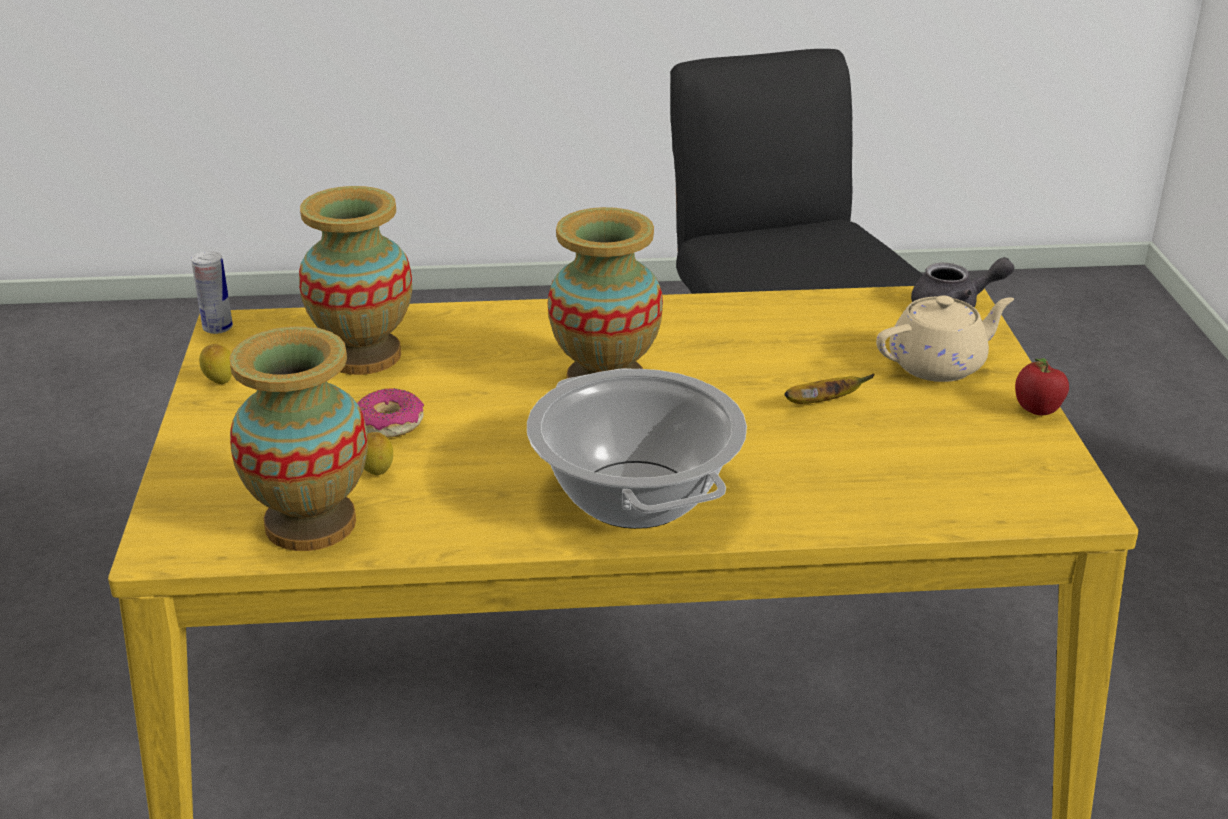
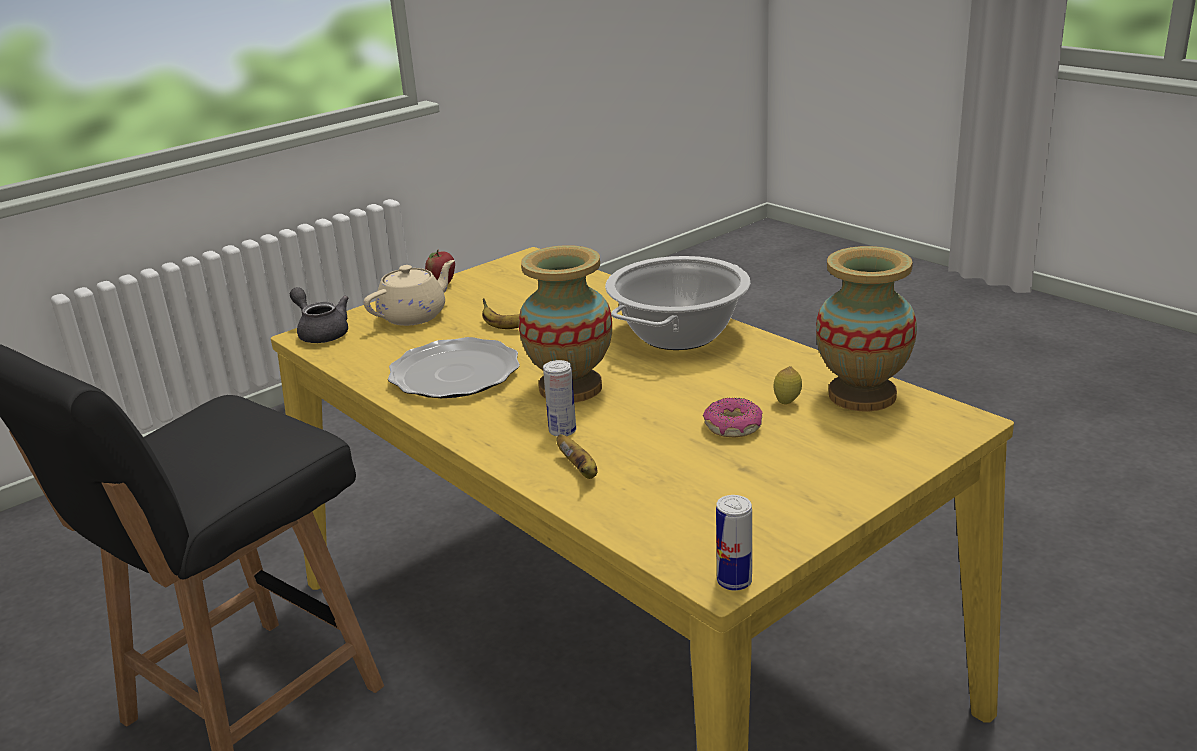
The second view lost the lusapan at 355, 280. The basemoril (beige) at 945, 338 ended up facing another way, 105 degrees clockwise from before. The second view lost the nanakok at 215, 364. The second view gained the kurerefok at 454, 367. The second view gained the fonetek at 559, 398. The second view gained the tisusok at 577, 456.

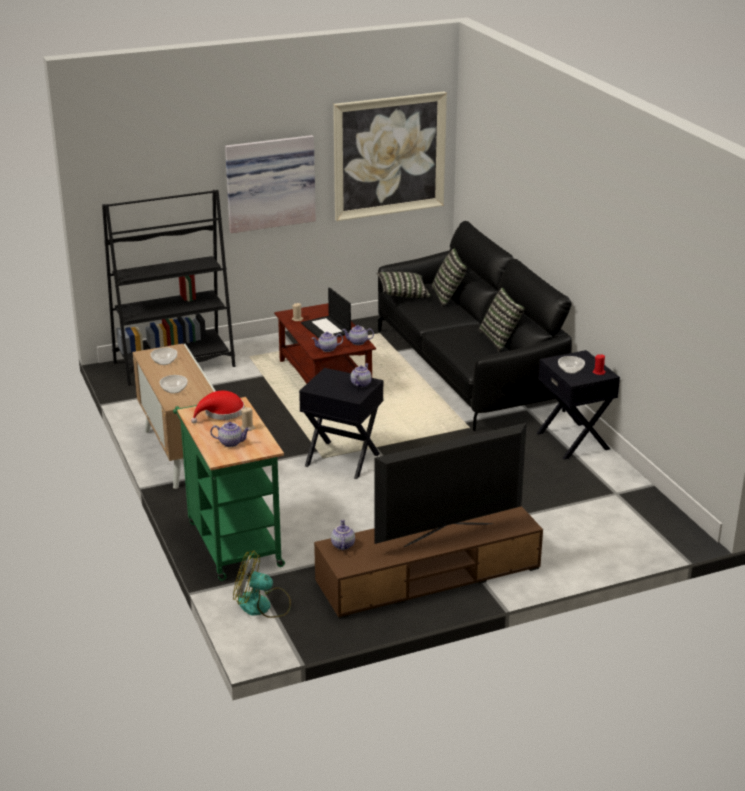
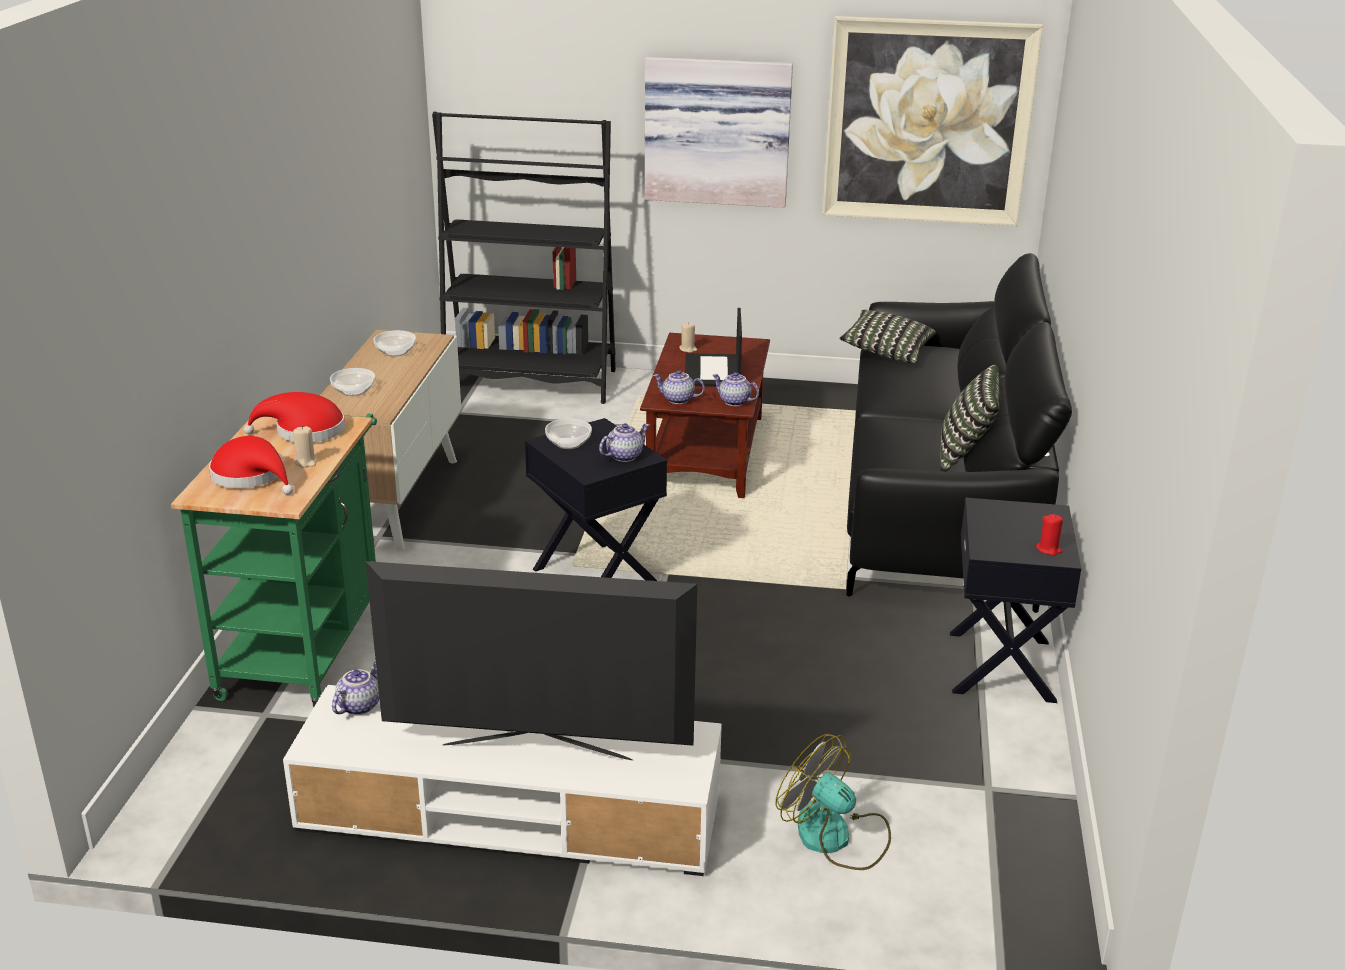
The second view lost the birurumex at 449, 278. The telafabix ended up elsewhere, having gone from 571, 365 to 568, 433. Where the basemoril stood at 230, 434, the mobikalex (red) came to stand at 251, 465. What was the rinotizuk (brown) at 428, 562 turned into the rinotizuk (white) at 502, 780. The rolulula ended up elsewhere, having gone from 262, 584 to 833, 802.

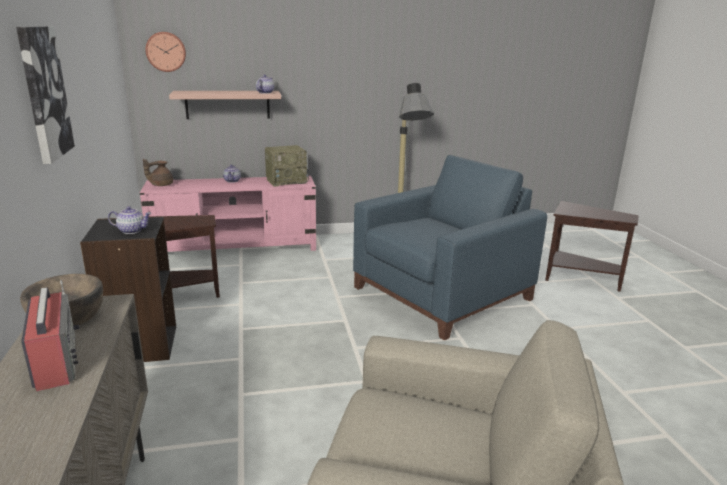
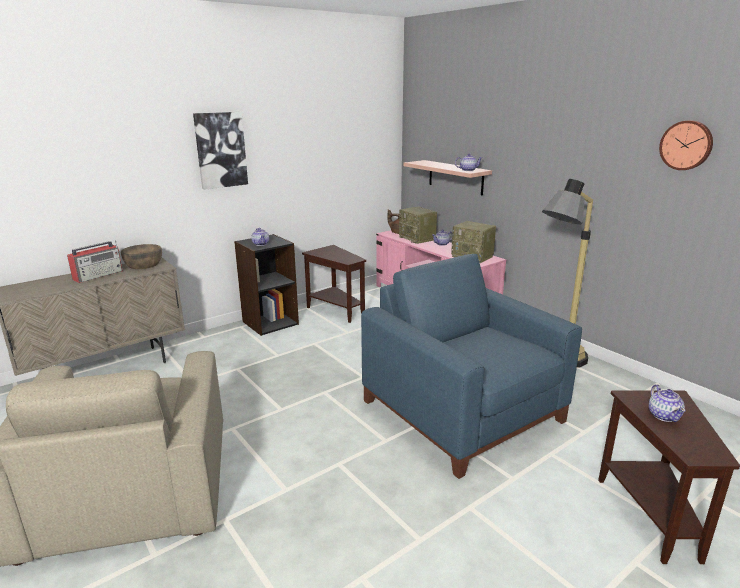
The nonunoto ended up elsewhere, having gone from 165, 52 to 686, 145. The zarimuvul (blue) at 450, 247 ended up facing another way, 150 degrees counterclockwise from before. The second view gained the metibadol at 418, 225. The second view gained the basemoril at 667, 403.

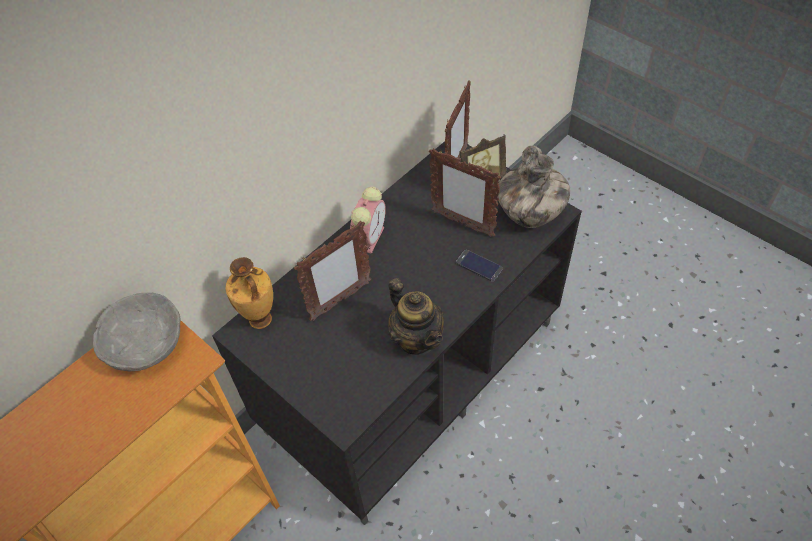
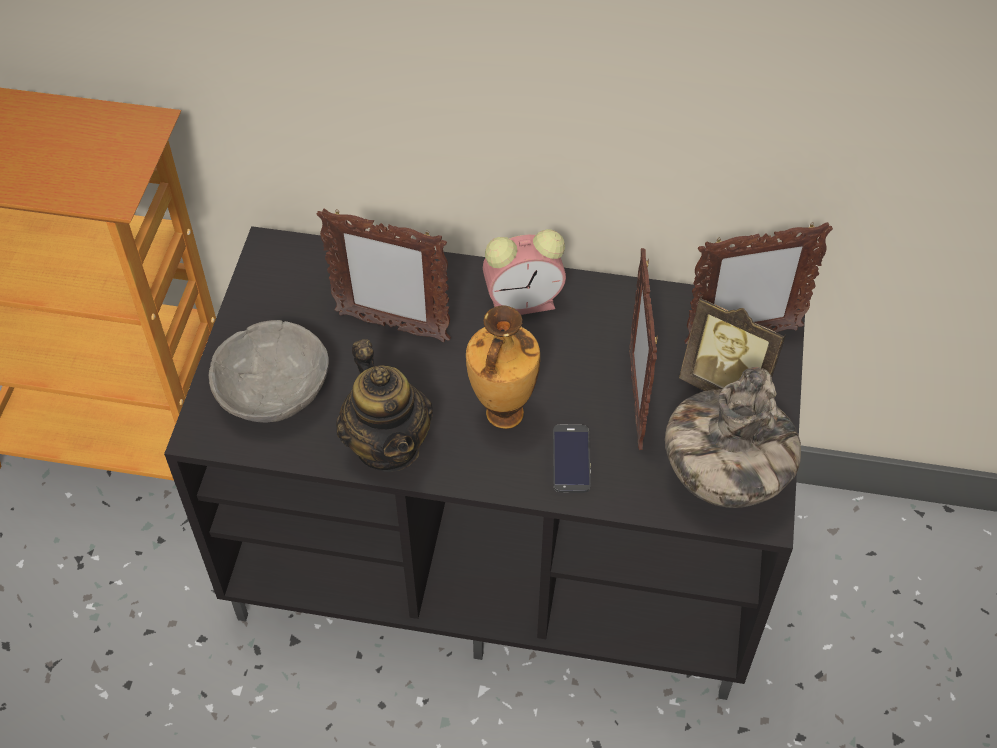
The lusapan ended up elsewhere, having gone from 249, 293 to 503, 367. The basemoril at 416, 316 ended up facing another way, 45 degrees counterclockwise from before. The telafabix (grey) ended up elsewhere, having gone from 137, 332 to 269, 371.

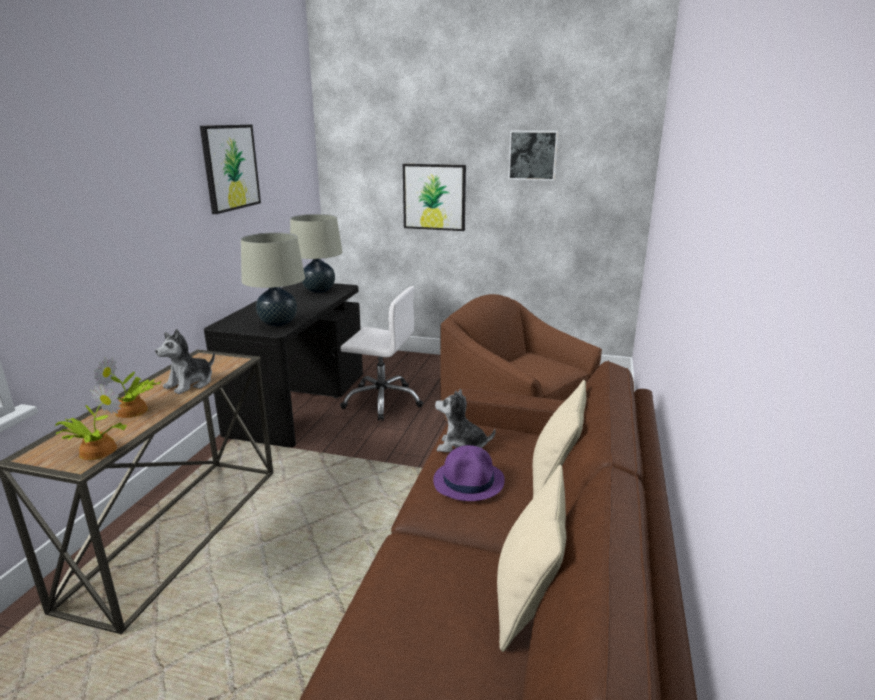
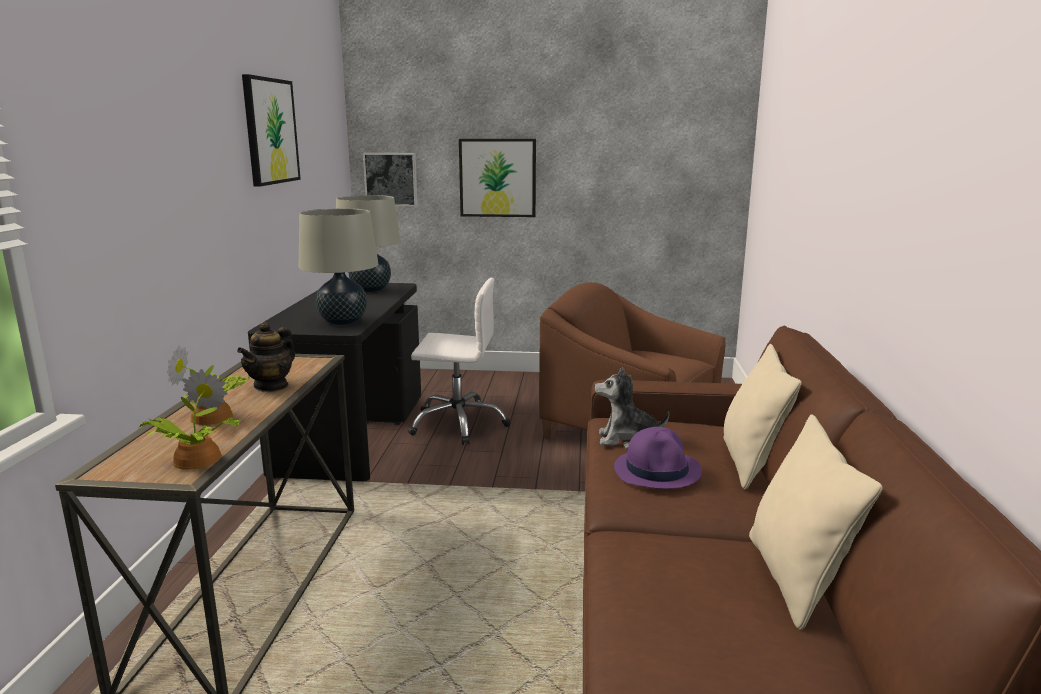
The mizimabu ended up elsewhere, having gone from 533, 155 to 390, 179. Where the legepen stood at 185, 361, the basemoril came to stand at 266, 357.

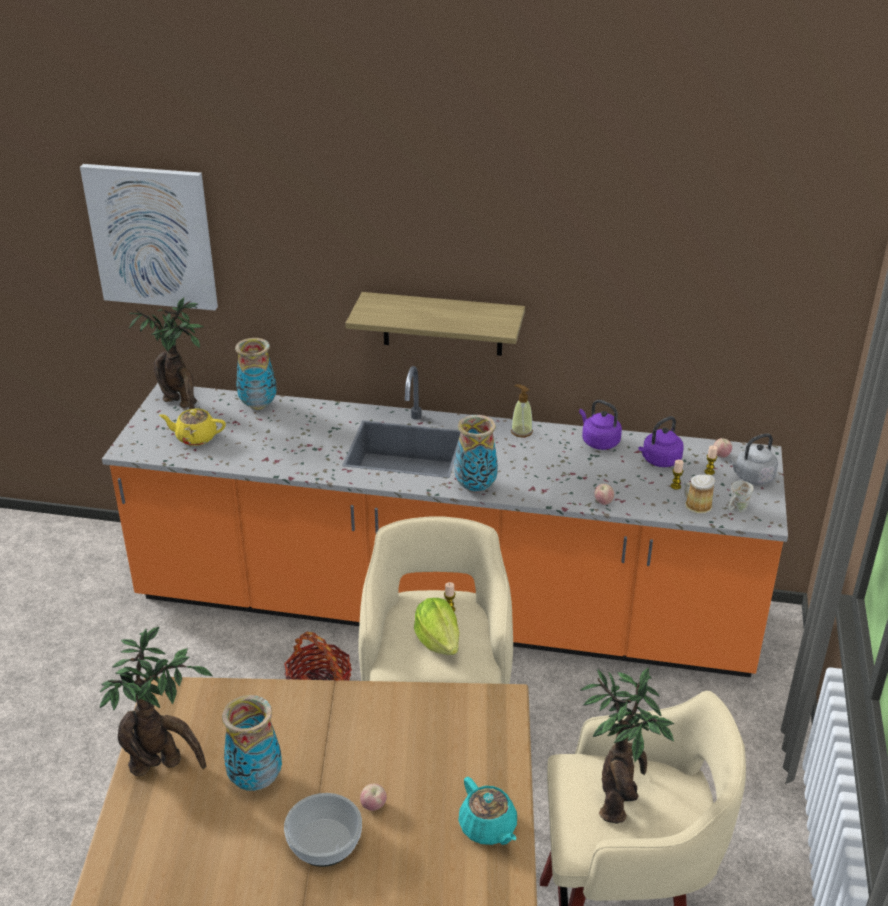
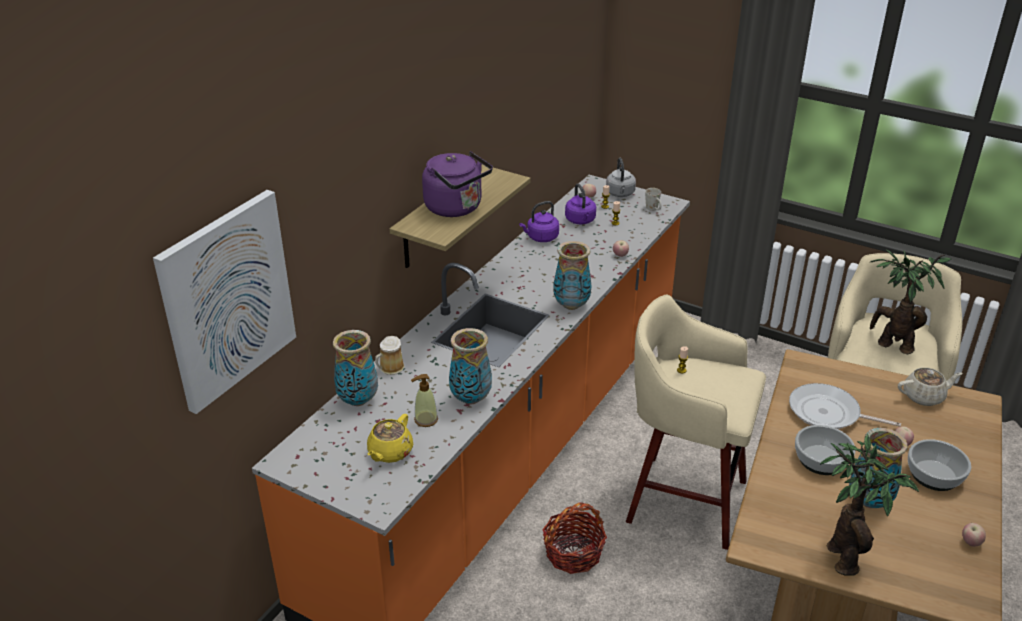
The second view lost the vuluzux at 166, 353. The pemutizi ended up elsewhere, having gone from 522, 410 to 424, 400. The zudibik ended up elsewhere, having gone from 699, 494 to 390, 355. The second view lost the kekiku at 436, 626. What was the basemoril (turquoise) at 487, 811 turned into the basemoril (beige) at 930, 387. The second view gained the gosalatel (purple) at 457, 184. The second view gained the lusapan at 470, 366. The second view gained the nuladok at 845, 406. The second view gained the telafabix at 825, 450. The second view gained the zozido at 974, 535.

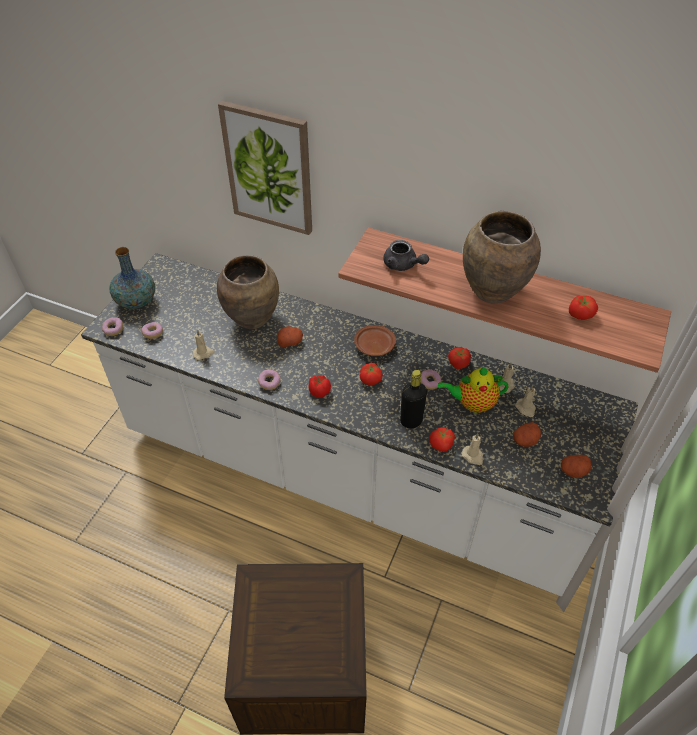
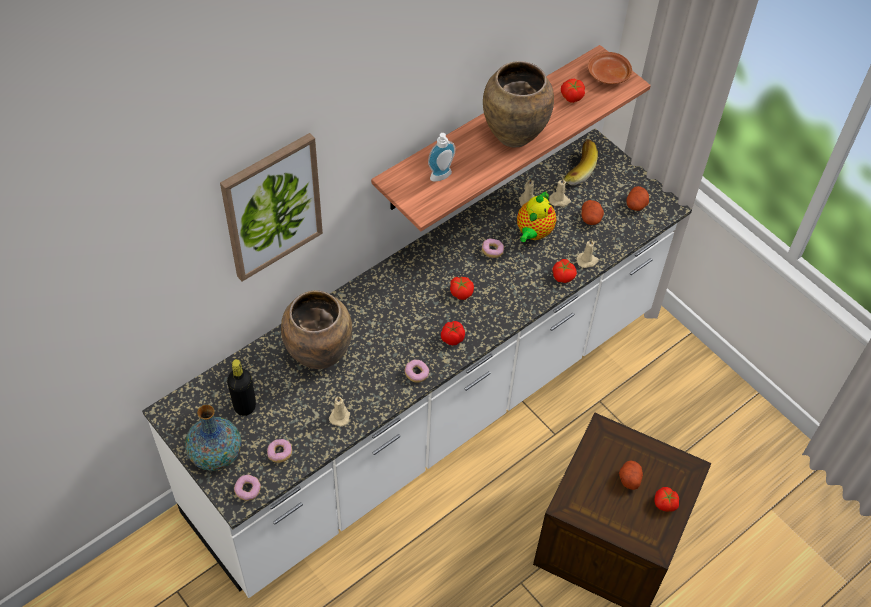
Where the basemoril (grey) stood at 406, 255, the pemutizi came to stand at 441, 157. The kurerefok (brown) ended up elsewhere, having gone from 375, 340 to 610, 68. The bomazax ended up elsewhere, having gone from 290, 336 to 631, 475. The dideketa ended up elsewhere, having gone from 459, 358 to 666, 499. The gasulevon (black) ended up elsewhere, having gone from 413, 399 to 241, 387. The second view gained the tisusok at 580, 162.

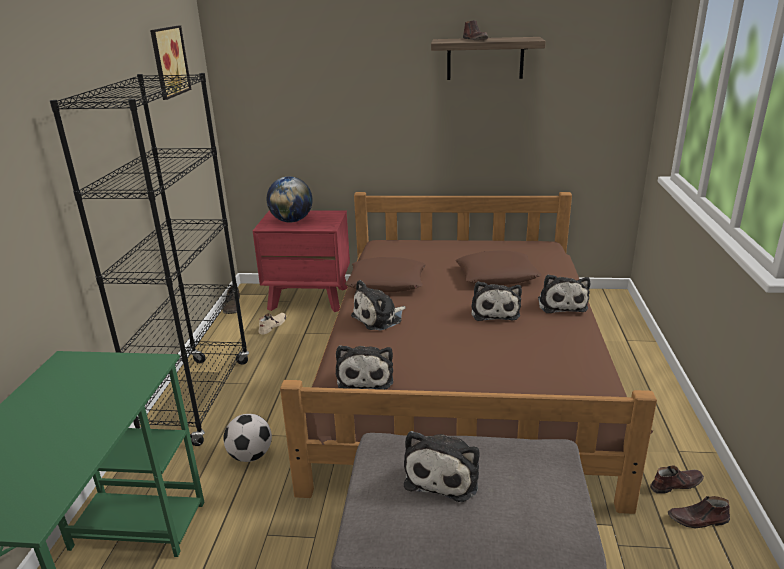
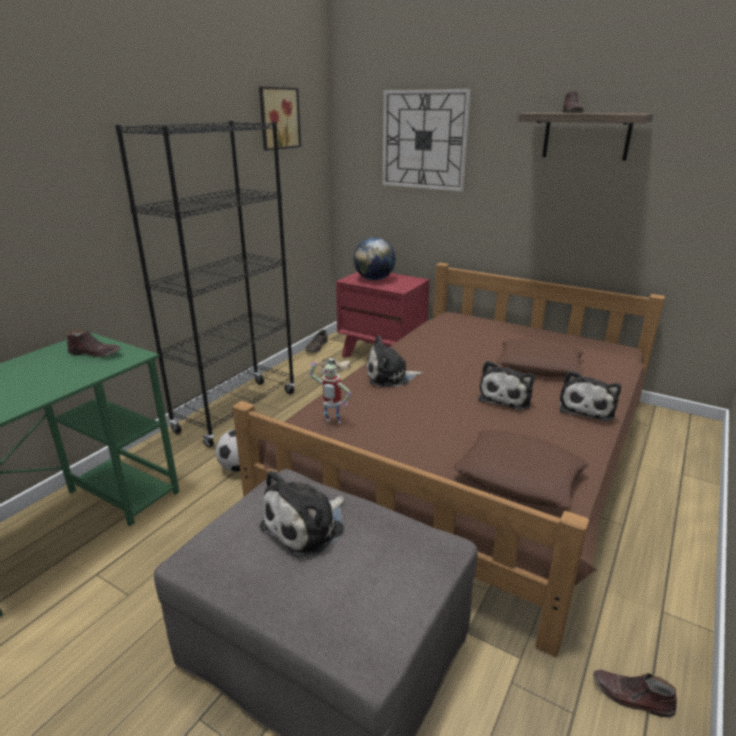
The birurumex (brown) ended up elsewhere, having gone from 385, 274 to 521, 469. Where the legepen stood at 364, 367, the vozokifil came to stand at 330, 390. The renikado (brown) ended up elsewhere, having gone from 677, 480 to 94, 343. The second view gained the nonunoto at 427, 140.

